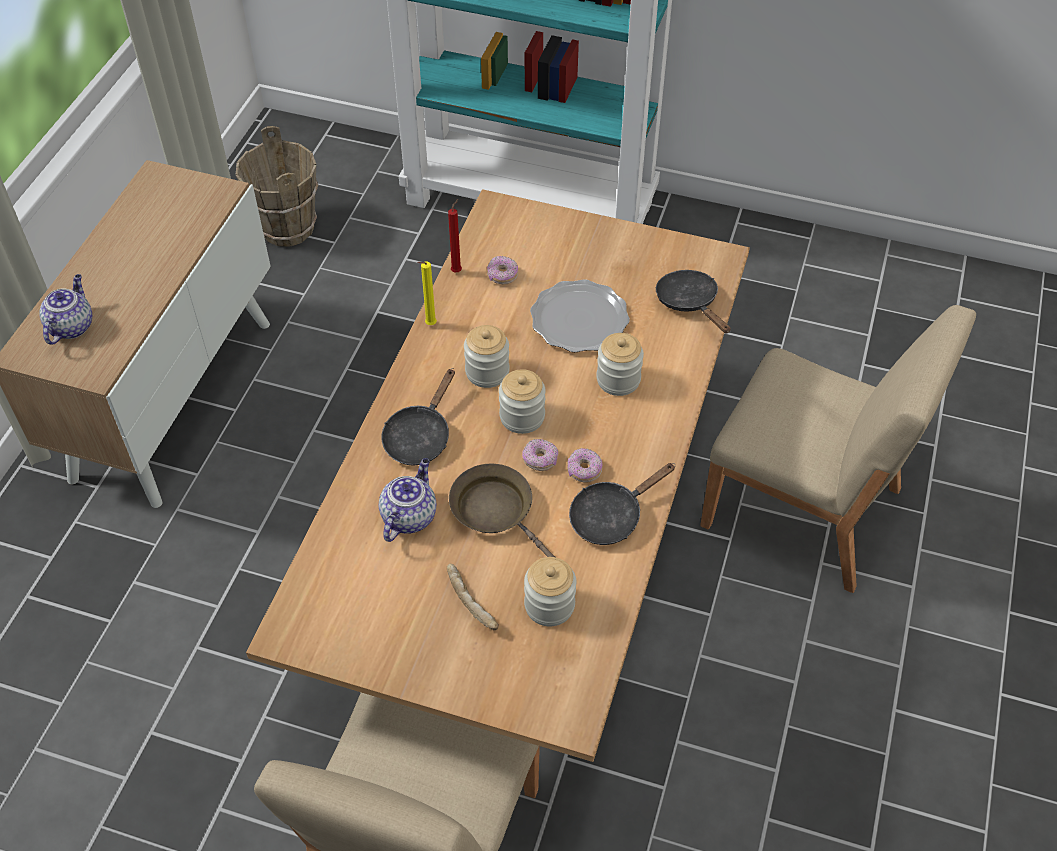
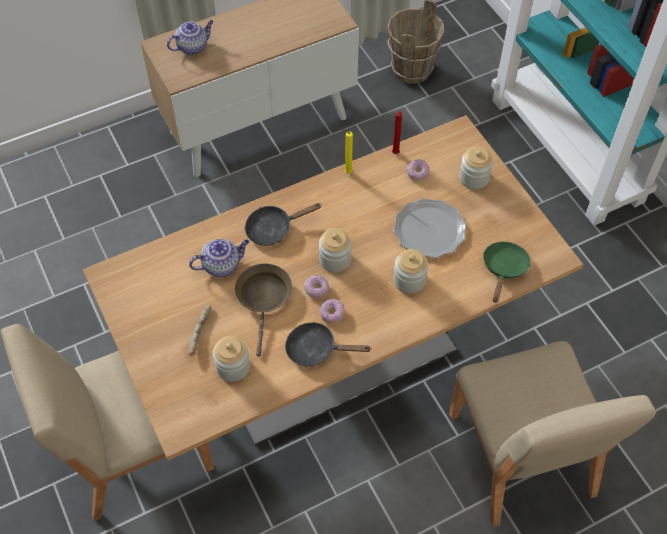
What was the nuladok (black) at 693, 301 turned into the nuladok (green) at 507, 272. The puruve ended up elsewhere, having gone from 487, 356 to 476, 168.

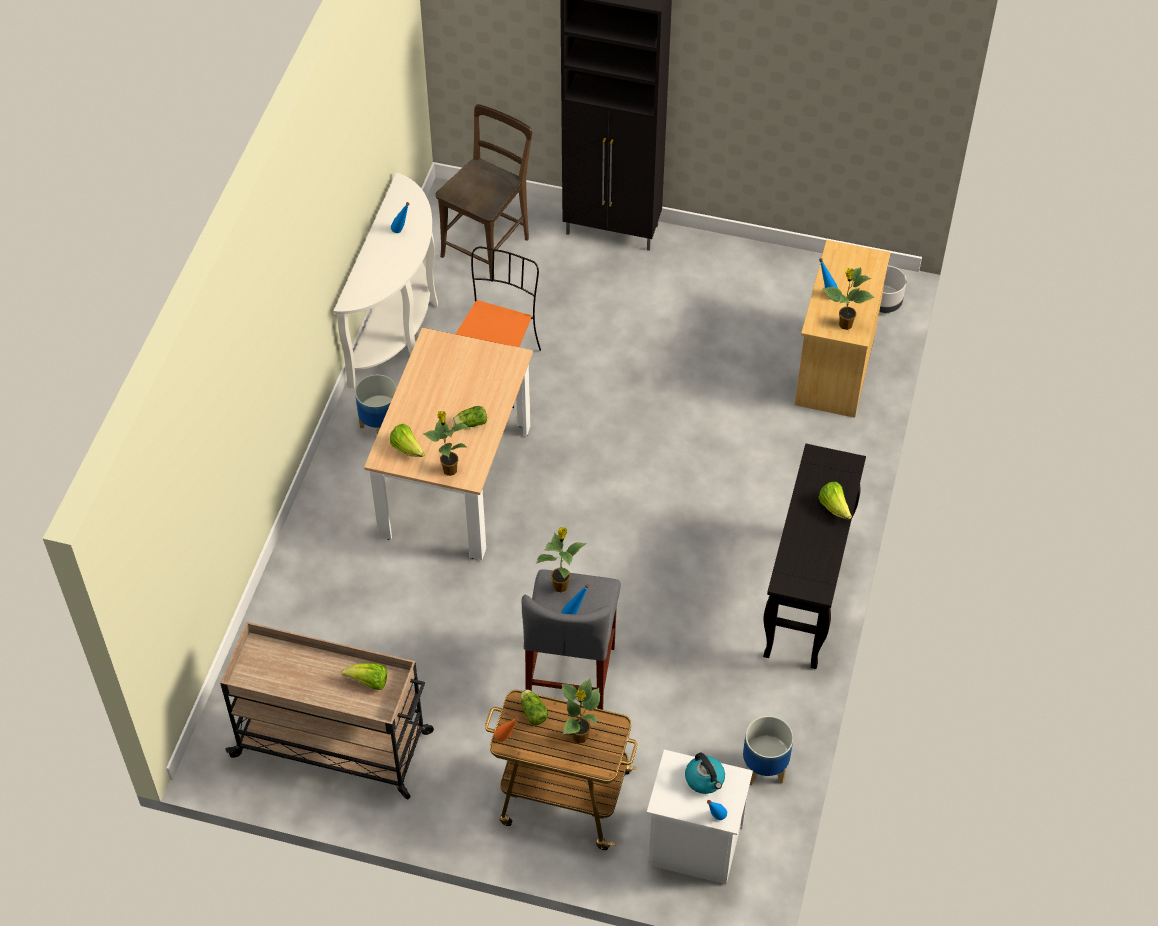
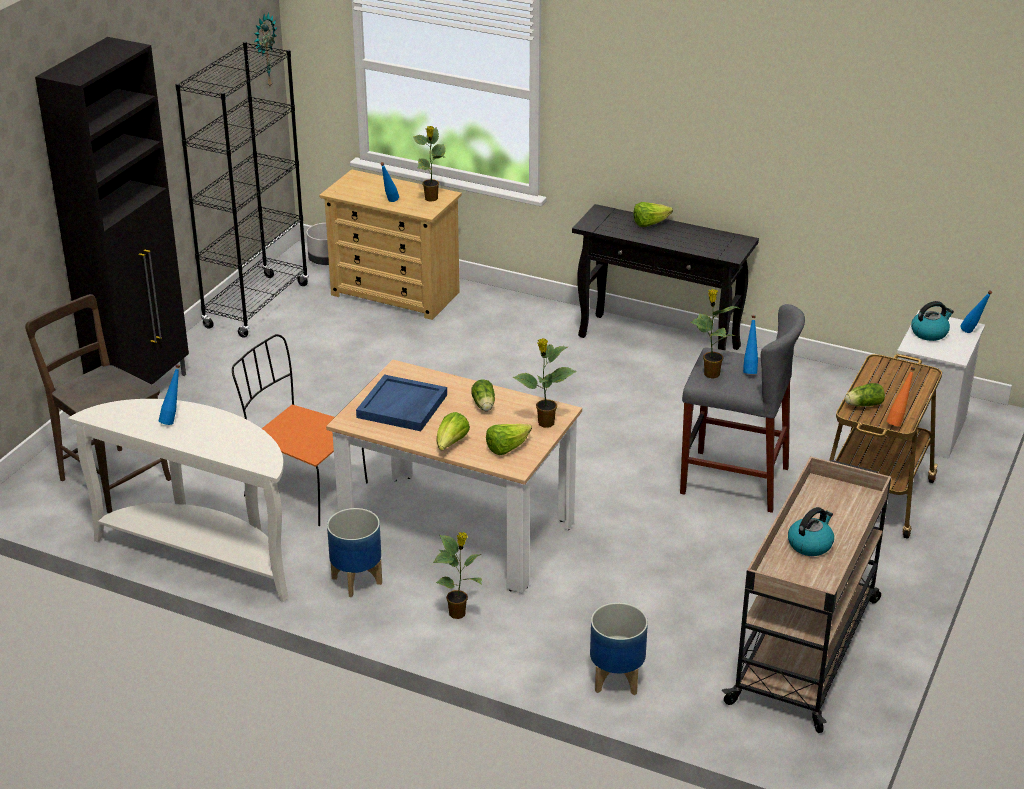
The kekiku ended up elsewhere, having gone from 364, 676 to 453, 431. The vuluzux ended up elsewhere, having gone from 581, 711 to 457, 575. The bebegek ended up elsewhere, having gone from 768, 751 to 619, 649. The second view gained the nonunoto at 265, 49. The second view gained the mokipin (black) at 242, 189. The second view gained the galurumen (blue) at 401, 402. The second view gained the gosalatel at 811, 531.

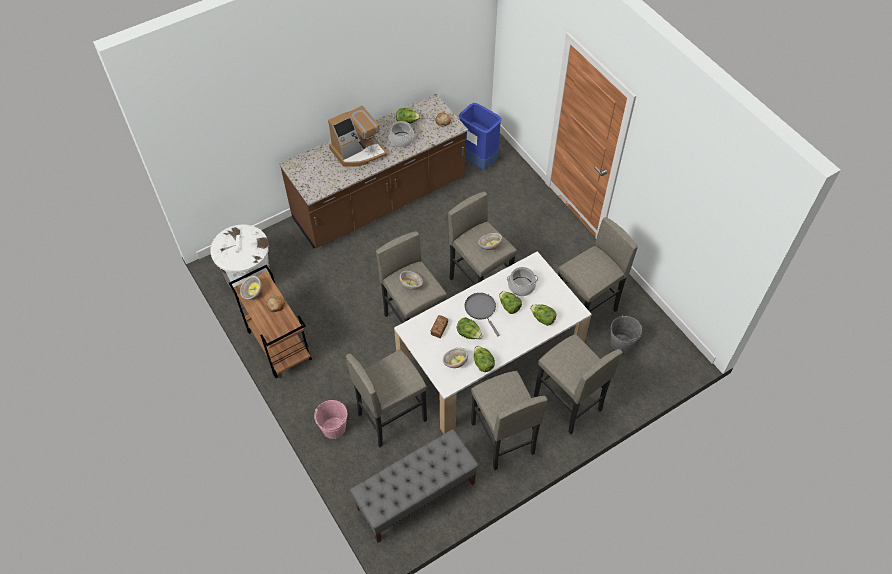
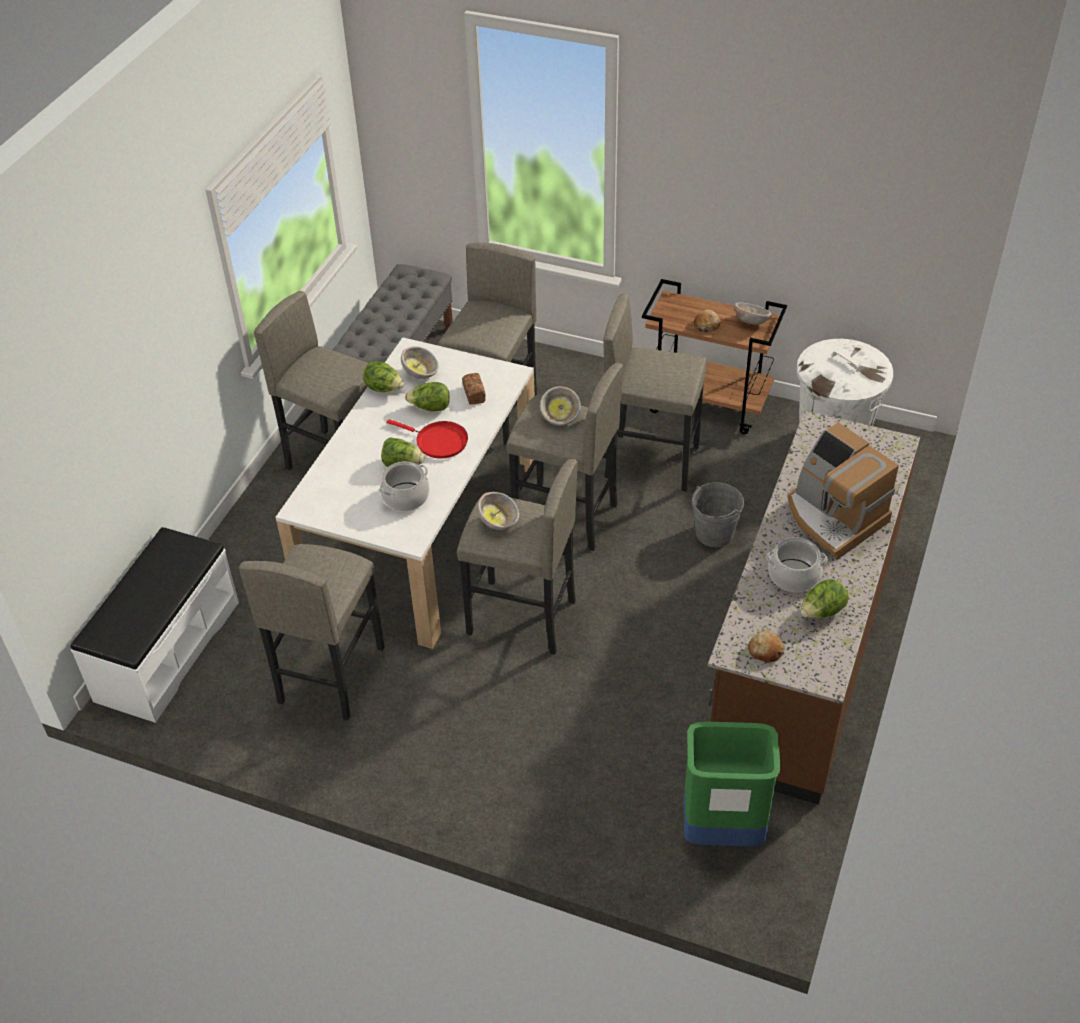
What was the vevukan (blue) at 480, 136 turned into the vevukan (green) at 732, 784. The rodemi at 357, 136 ended up facing another way, 60 degrees counterclockwise from before. What was the nuladok (grey) at 482, 315 turned into the nuladok (red) at 427, 439. The second view lost the kekiku at 543, 315. The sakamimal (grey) ended up elsewhere, having gone from 626, 334 to 718, 514. The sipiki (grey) ended up elsewhere, having gone from 578, 384 to 655, 392. The second view lost the sakamimal (pink) at 330, 419. The second view gained the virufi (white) at 154, 625.

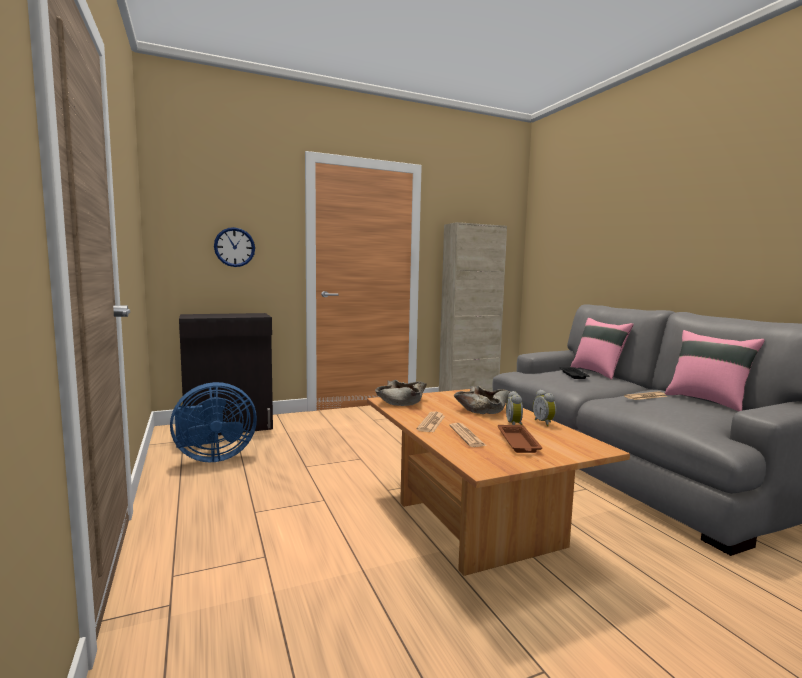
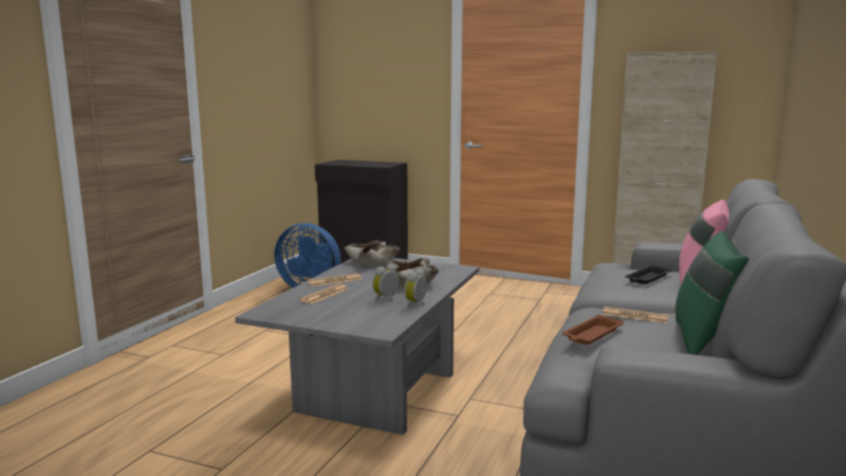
The second view lost the nonunoto at 234, 247. What was the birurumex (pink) at 715, 371 turned into the birurumex (green) at 712, 293. What was the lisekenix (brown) at 498, 482 turned into the lisekenix (grey) at 357, 346. The galurumen (brown) ended up elsewhere, having gone from 520, 439 to 593, 330.

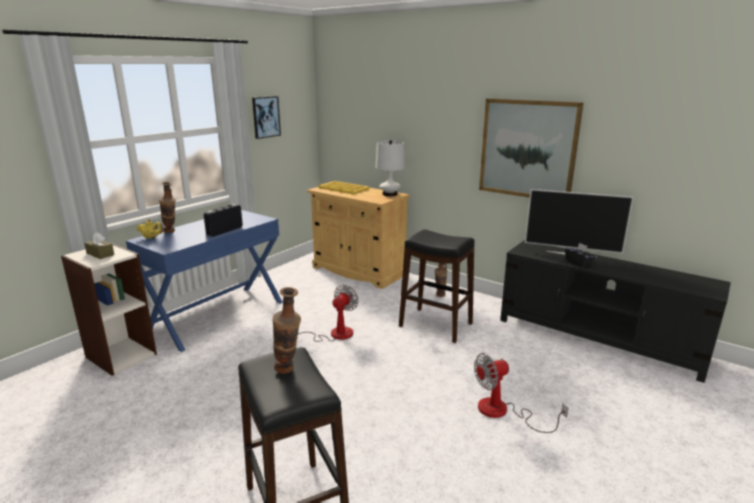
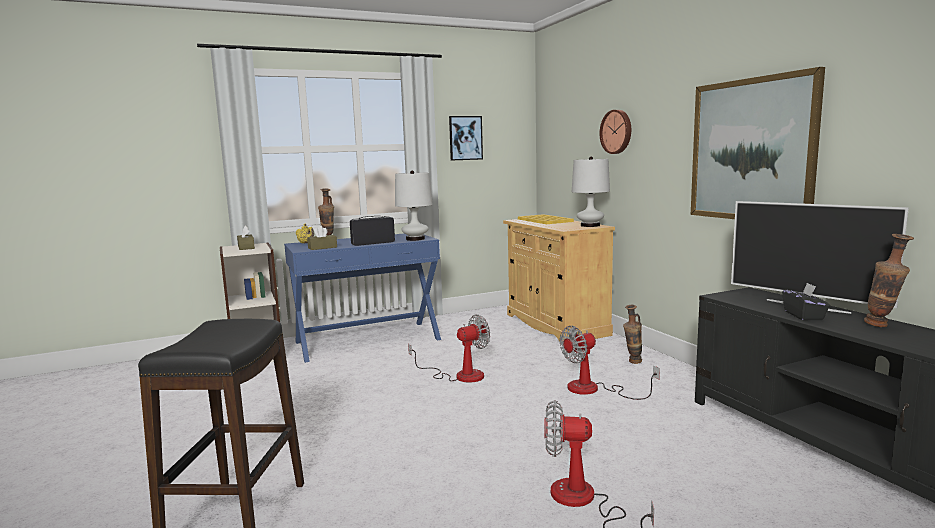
Where the sipiki (black) stood at 437, 286, the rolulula came to stand at 610, 363. The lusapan ended up elsewhere, having gone from 286, 330 to 889, 280. The second view gained the nonunoto at 615, 132. The second view gained the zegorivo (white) at 414, 205. The second view gained the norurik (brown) at 322, 238.

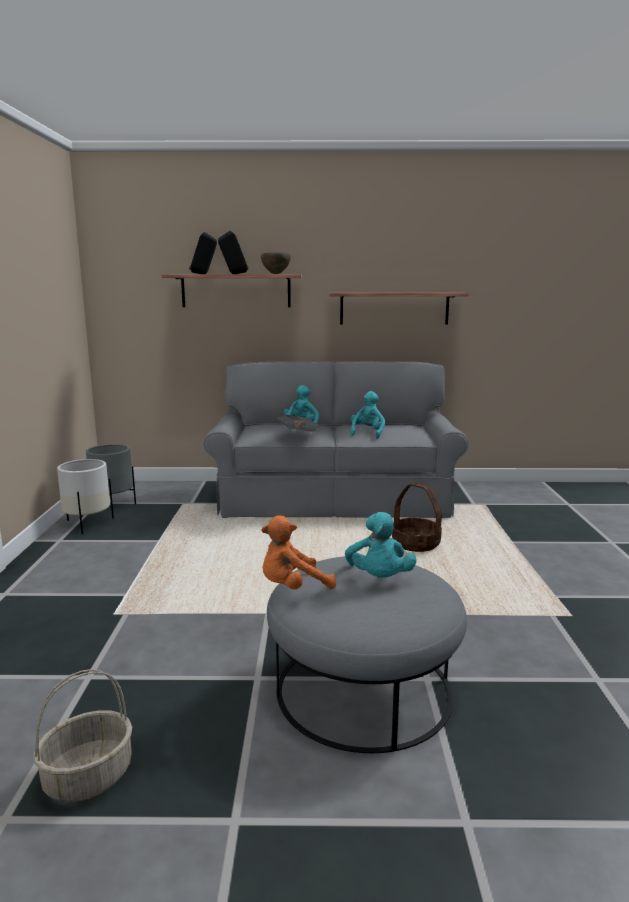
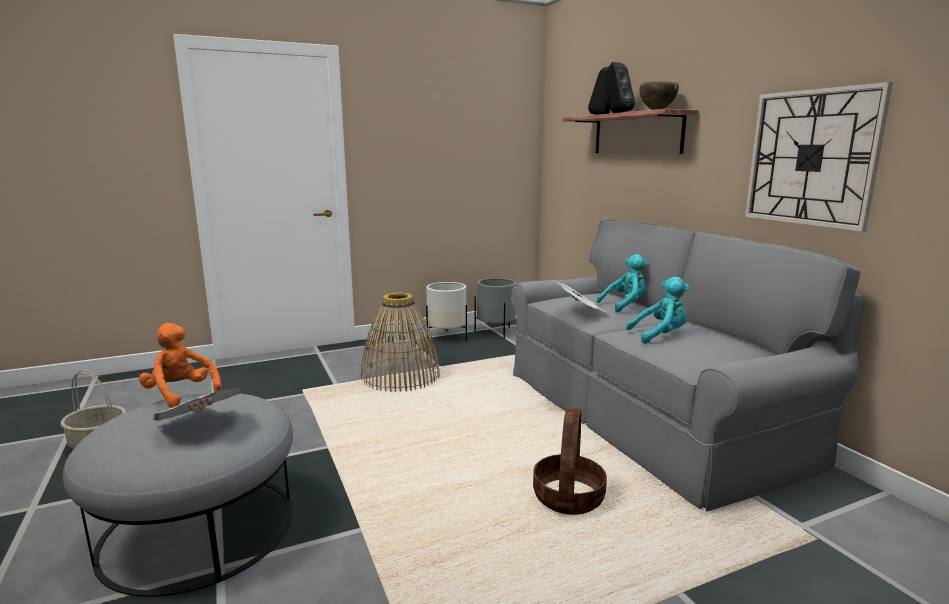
Where the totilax hung at 399, 309, the nonunoto came to hang at 819, 157. Where the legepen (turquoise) stood at 380, 545, the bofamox came to stand at 196, 404. The second view gained the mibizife at 400, 342.

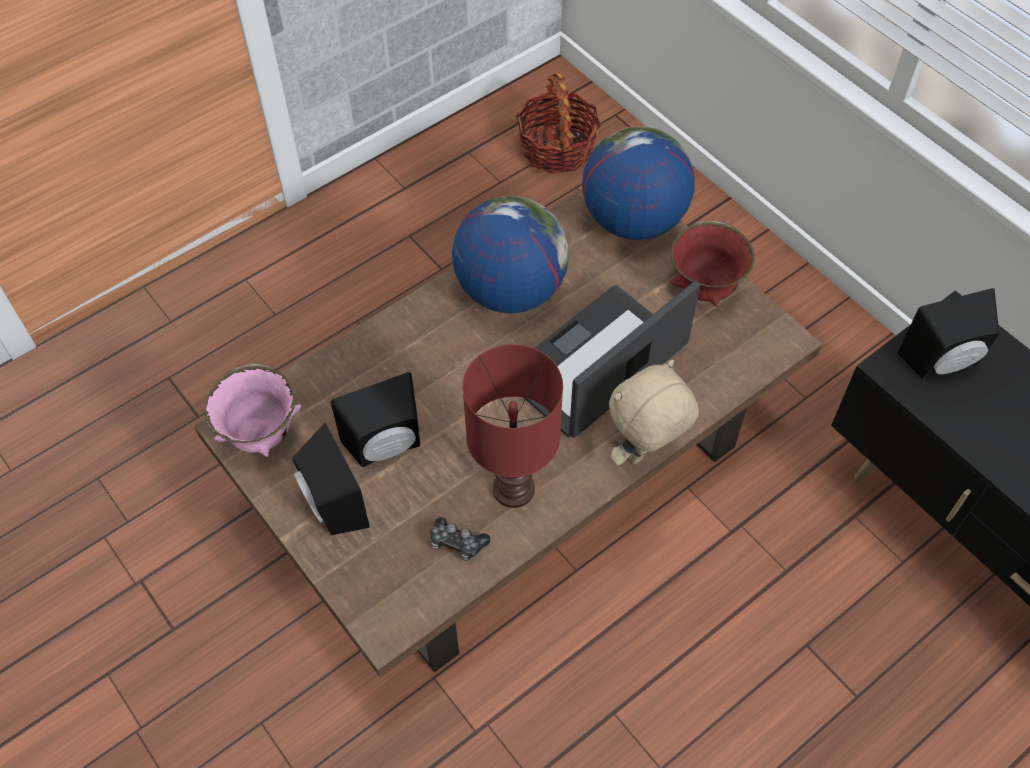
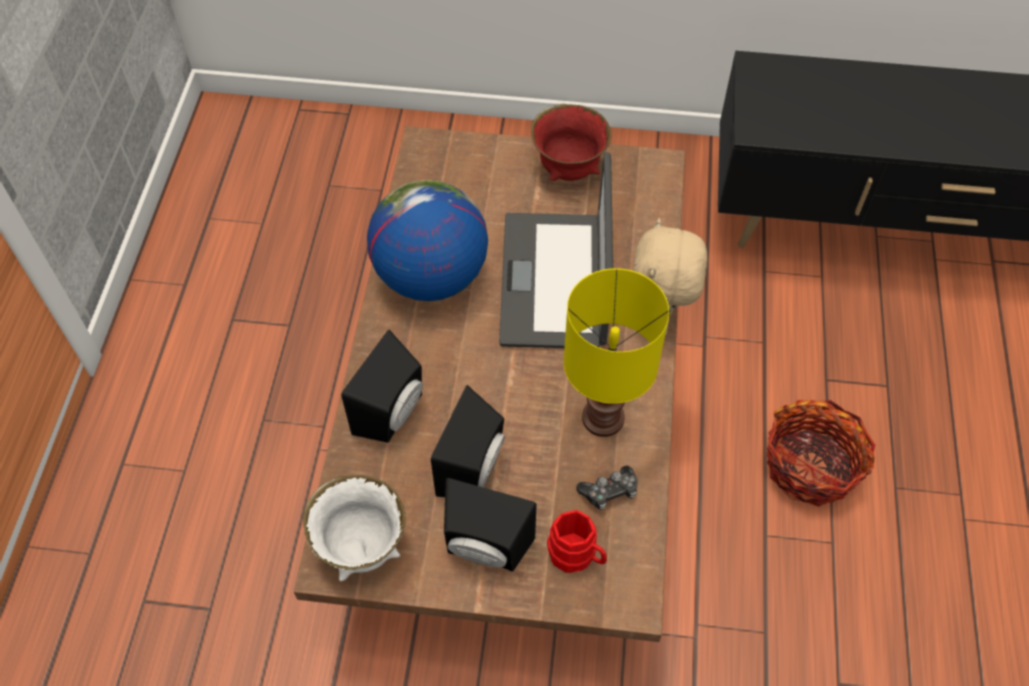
The mibizife ended up elsewhere, having gone from 558, 123 to 821, 453. The second view lost the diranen at 638, 183. The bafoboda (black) ended up elsewhere, having gone from 948, 333 to 382, 386. What was the zegorivo (red) at 512, 426 turned into the zegorivo (yellow) at 616, 352. What was the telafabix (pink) at 253, 410 turned into the telafabix (white) at 354, 528. The second view gained the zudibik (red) at 577, 541.

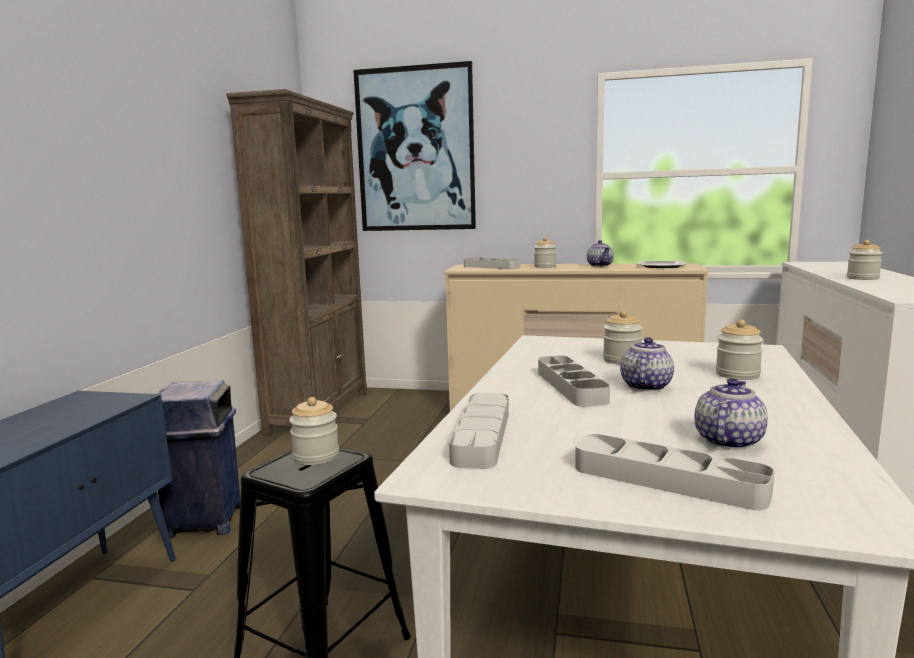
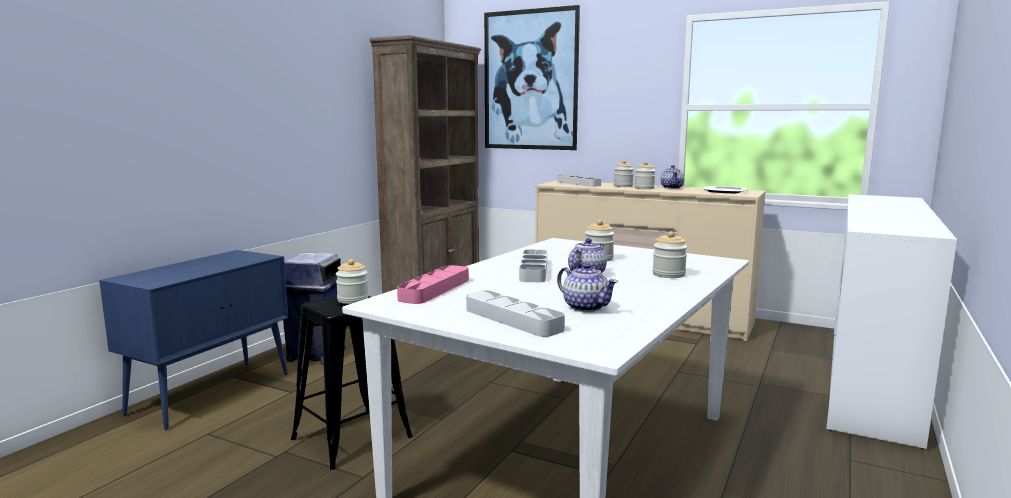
The puruve ended up elsewhere, having gone from 865, 260 to 645, 175. The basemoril at 731, 414 ended up facing another way, 90 degrees clockwise from before. What was the galurumen (grey) at 479, 431 turned into the galurumen (pink) at 433, 284.

